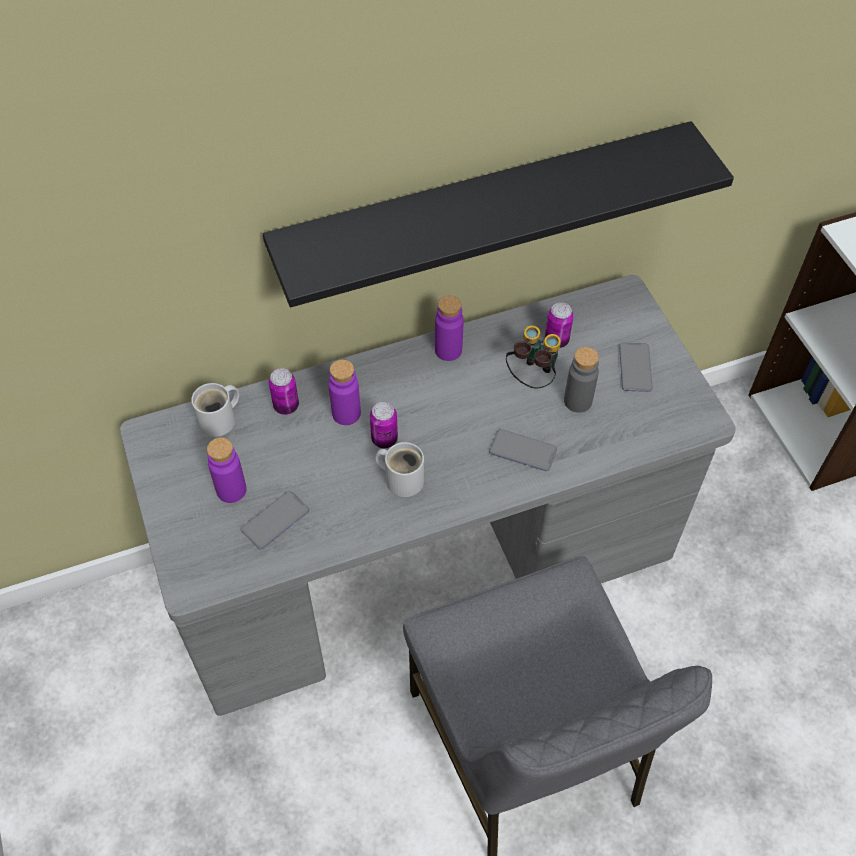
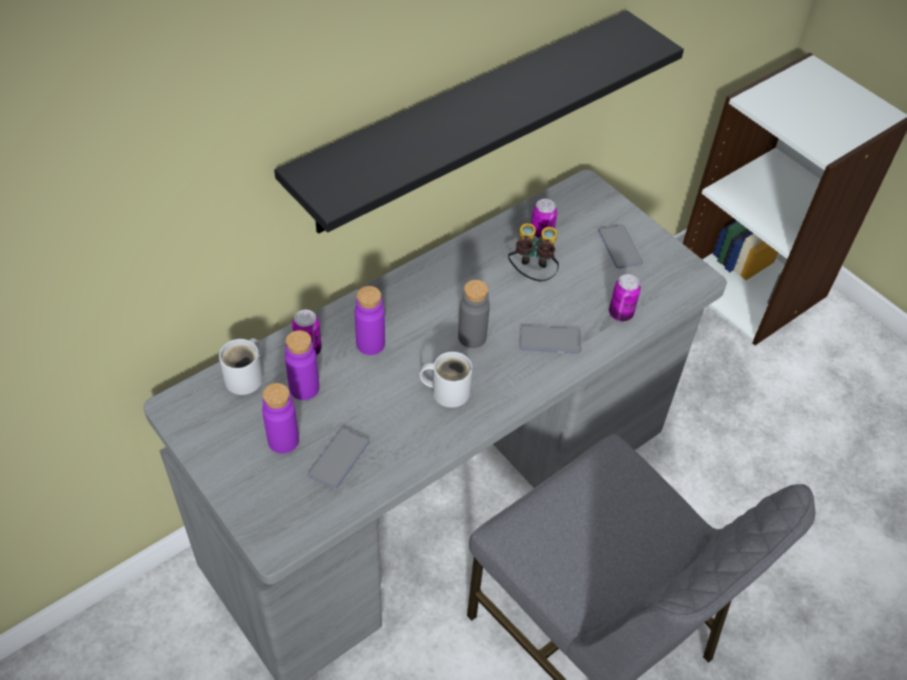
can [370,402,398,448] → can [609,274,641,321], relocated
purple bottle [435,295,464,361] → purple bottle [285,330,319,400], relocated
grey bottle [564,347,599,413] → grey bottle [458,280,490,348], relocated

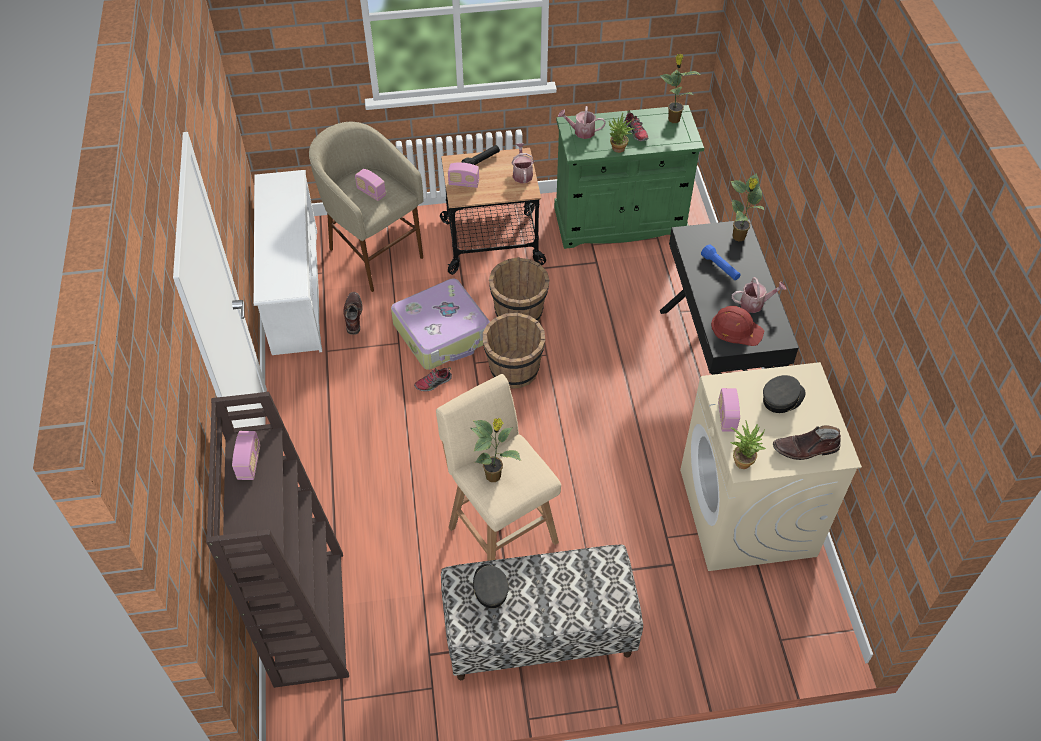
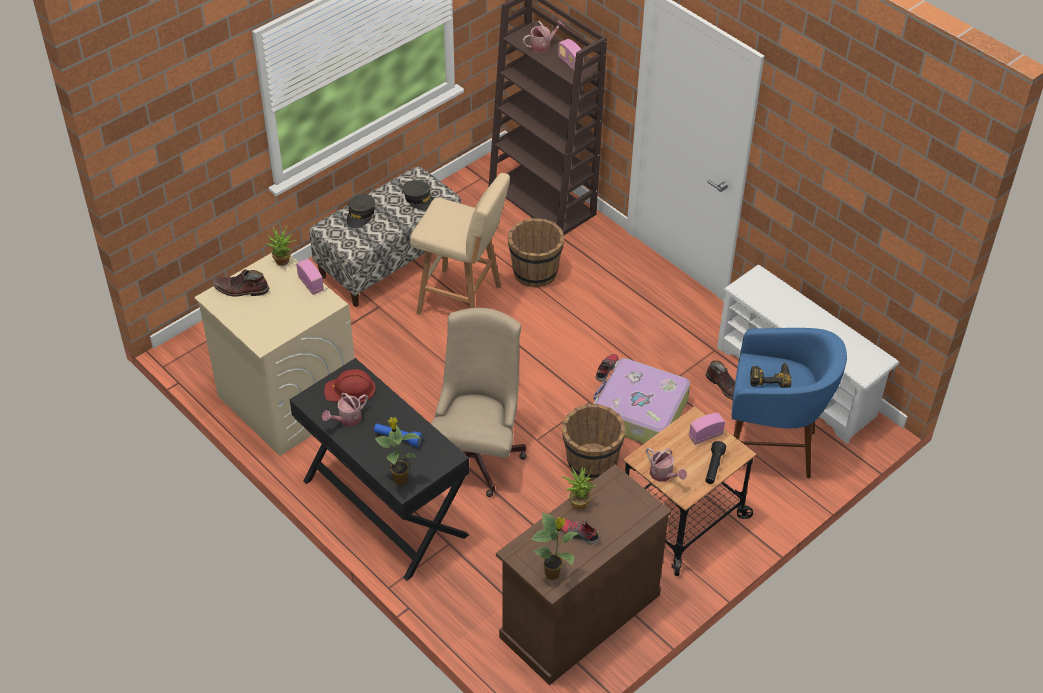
potted plant [471,418,521,482] → -
- → beige office chair [431,308,527,497]
brown bucket [483,313,545,389] → brown bucket [508,218,564,287], relocated
watering can [558,106,606,139] → watering can [523,20,565,53], relocated
grey cap [763,375,806,413] → grey cap [346,194,375,228], relocated
radio [355,169,386,201] → power drill [750,362,792,388]
beige stool [309,122,424,292] → blue stool [732,328,847,479]
green cabinet [554,105,704,249] → brown cabinet [496,464,672,685]
brown boot [773,425,841,460] → brown boot [212,269,269,297], 135 degrees counterclockwise

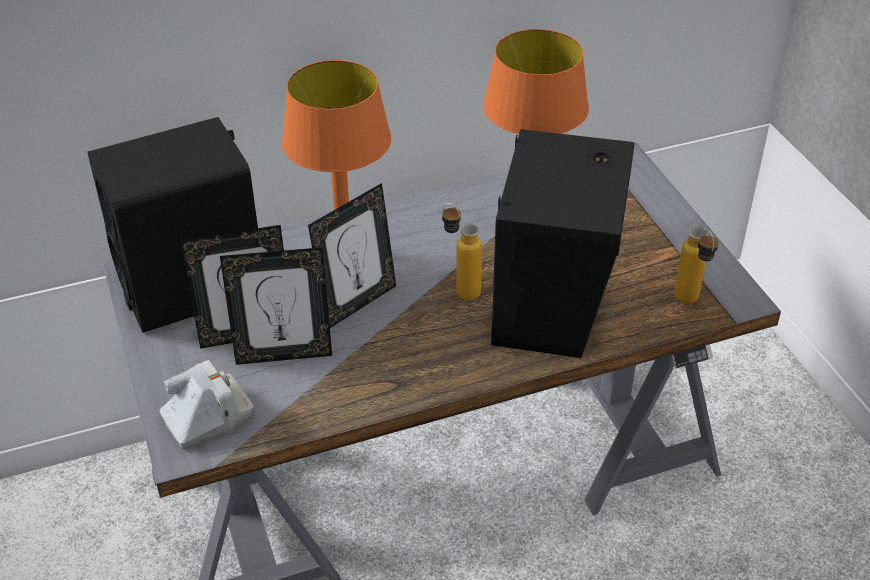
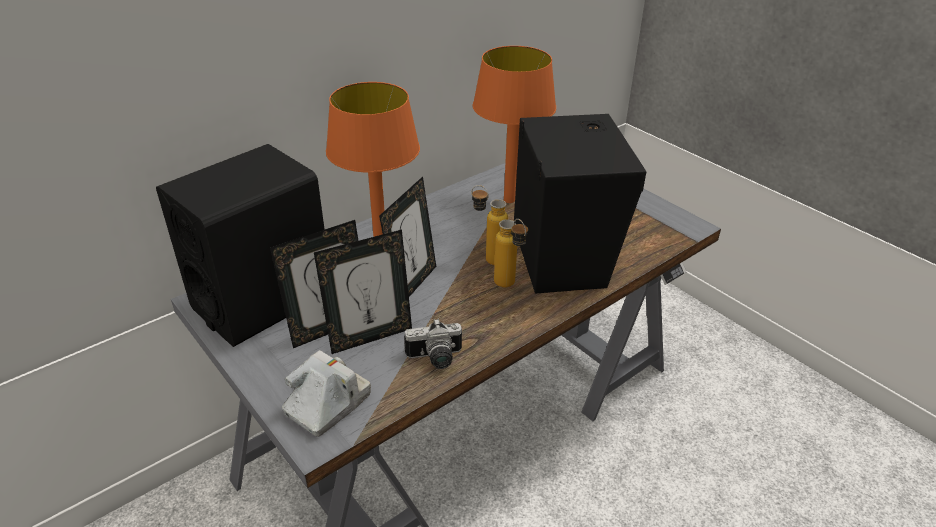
- → photo camera [404,318,462,369]
bottle [674,226,719,303] → bottle [494,219,528,288], relocated

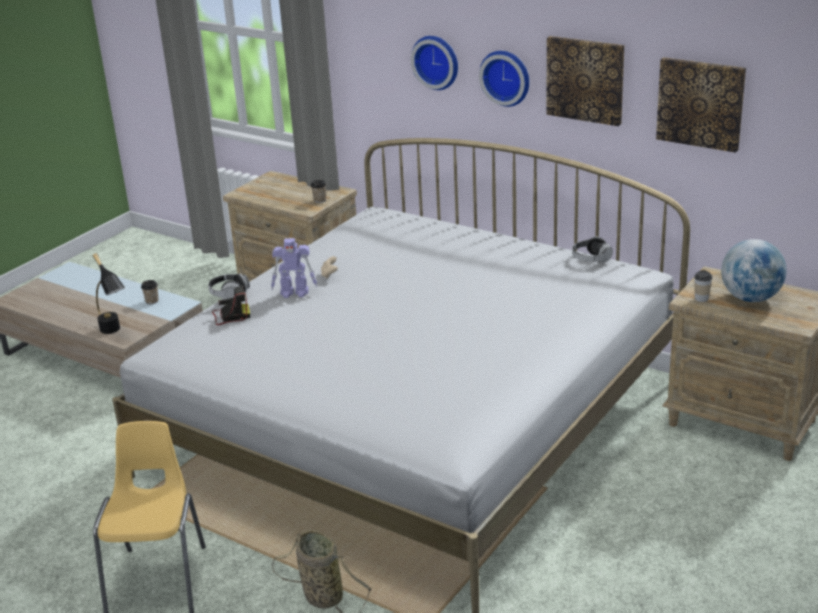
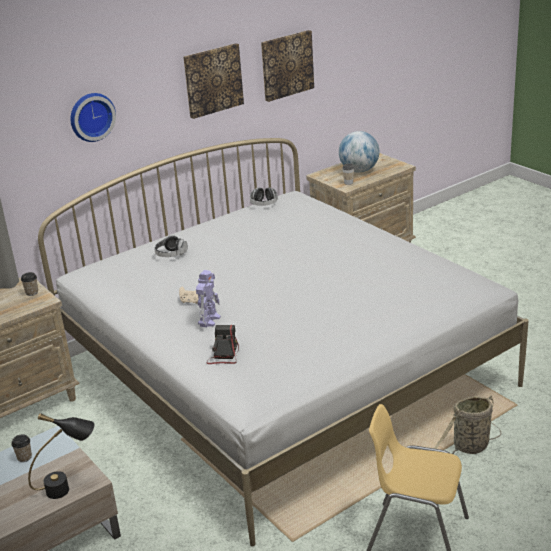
wall clock [479,51,529,107] → -
headphones [208,274,250,299] → headphones [154,235,187,257], relocated

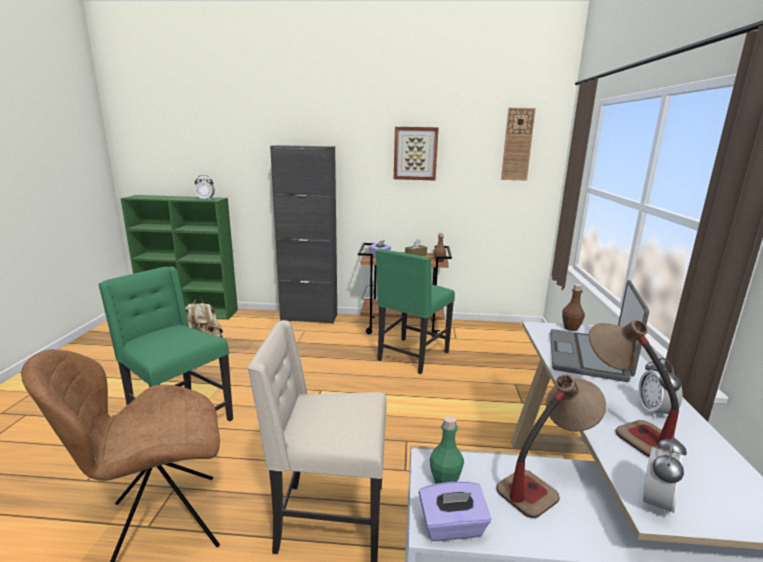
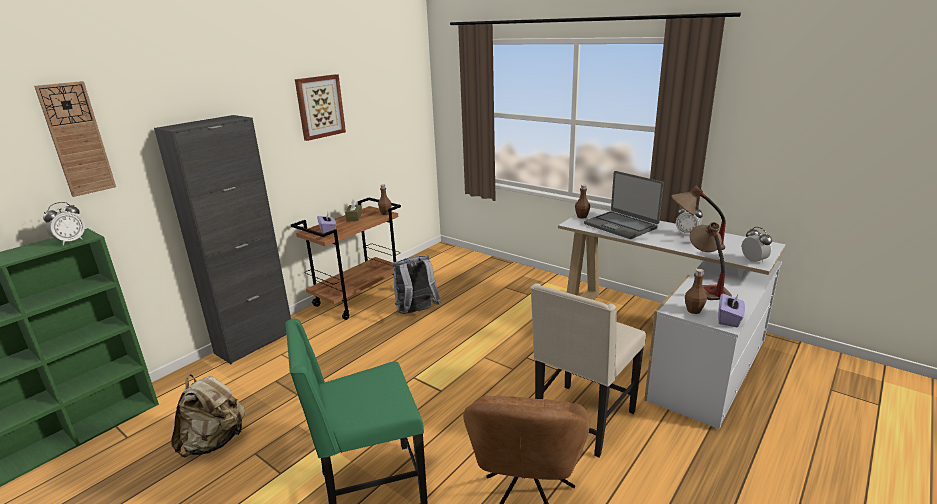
wall clock [501,108,536,181] → wall clock [34,81,116,197], relocated
green chair [376,249,455,374] → grey backpack [392,255,441,314]
green bottle [429,415,464,484] → brown bottle [685,269,707,314]

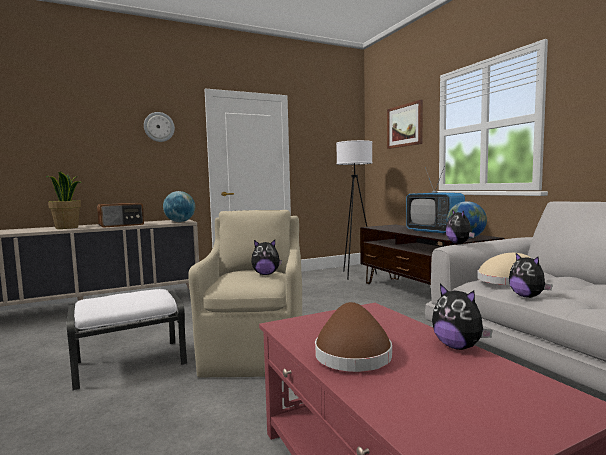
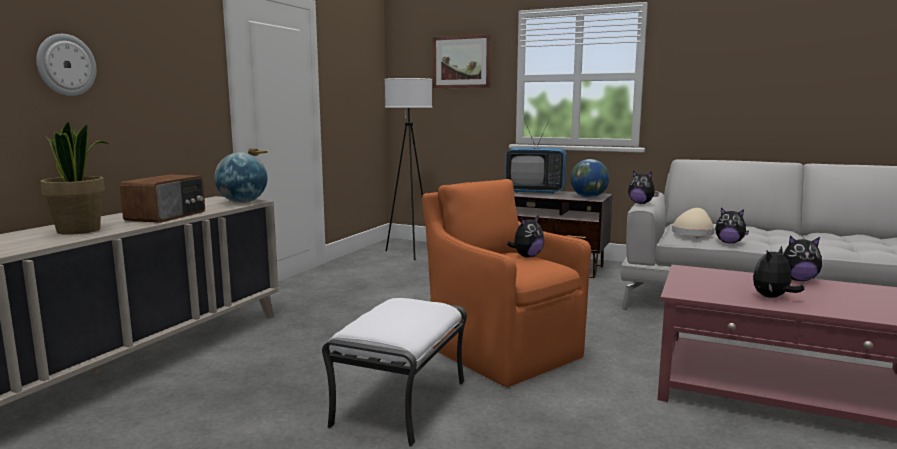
wall clock [144,112,175,142] → wall clock [36,34,96,96], relocated
brown hat [315,302,392,372] → plush toy [753,246,805,298]
beige armchair [188,210,302,378] → orange armchair [422,179,591,387]

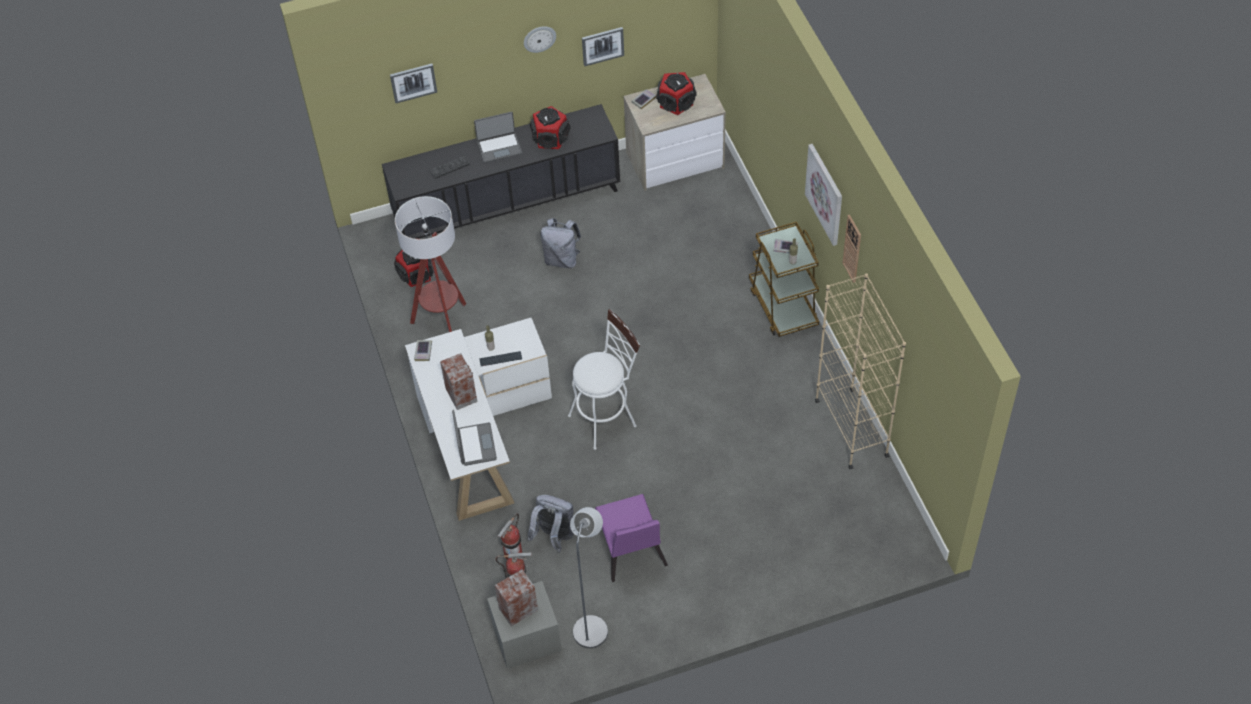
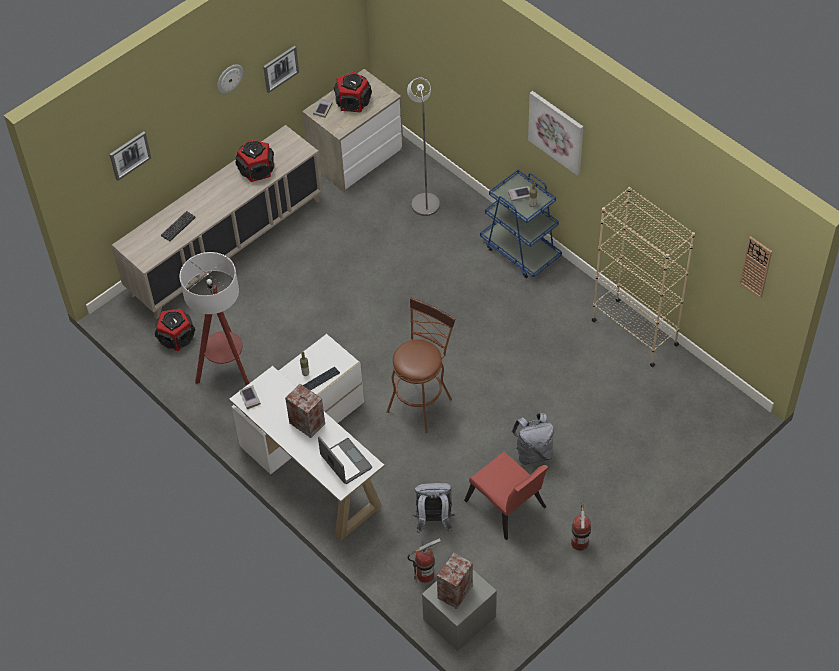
laptop [474,112,522,163] → -
fire extinguisher [498,513,522,559] → fire extinguisher [571,502,591,551], relocated
grey backpack [541,218,581,268] → grey backpack [512,413,554,465], relocated
grey floor lamp [570,507,608,648] → grey floor lamp [407,78,440,216], relocated
wall clock [842,215,861,283] → wall clock [740,236,772,298], relocated
black cabinet [382,104,620,239] → beige cabinet [112,125,323,319]
white stool [568,309,640,450] → brown stool [387,298,455,433]
purple chair [595,494,668,582] → red chair [464,451,548,540]
brown cart [749,222,819,337] → blue cart [480,169,562,278]

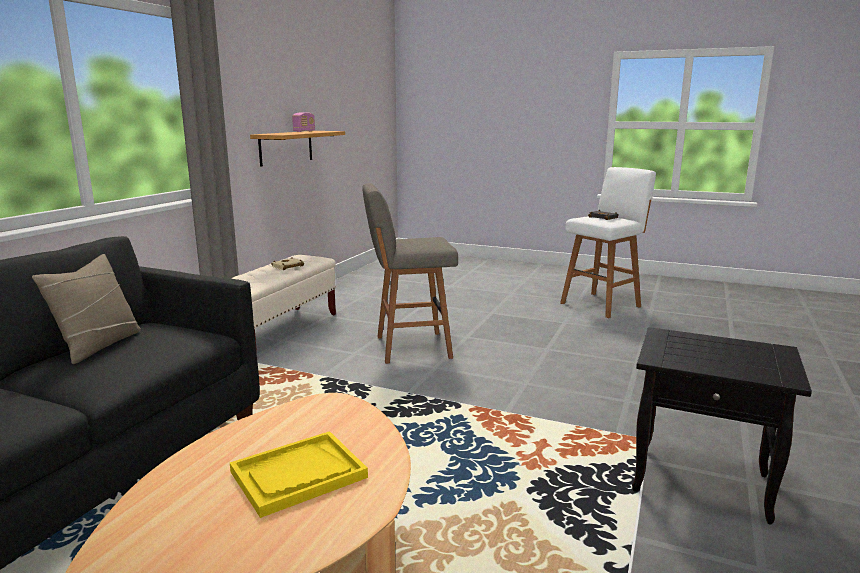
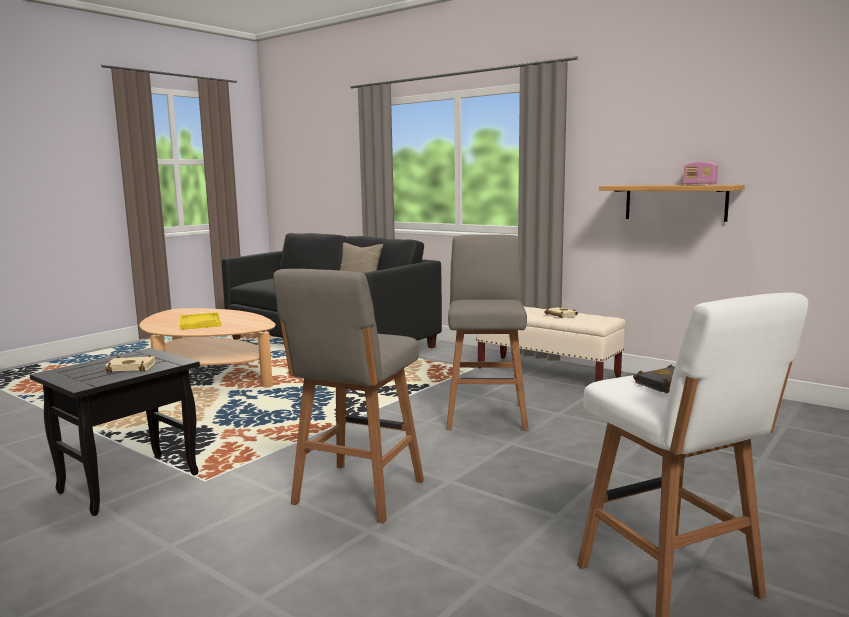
- → beige book [105,355,155,373]
- → grey stool [273,269,424,524]

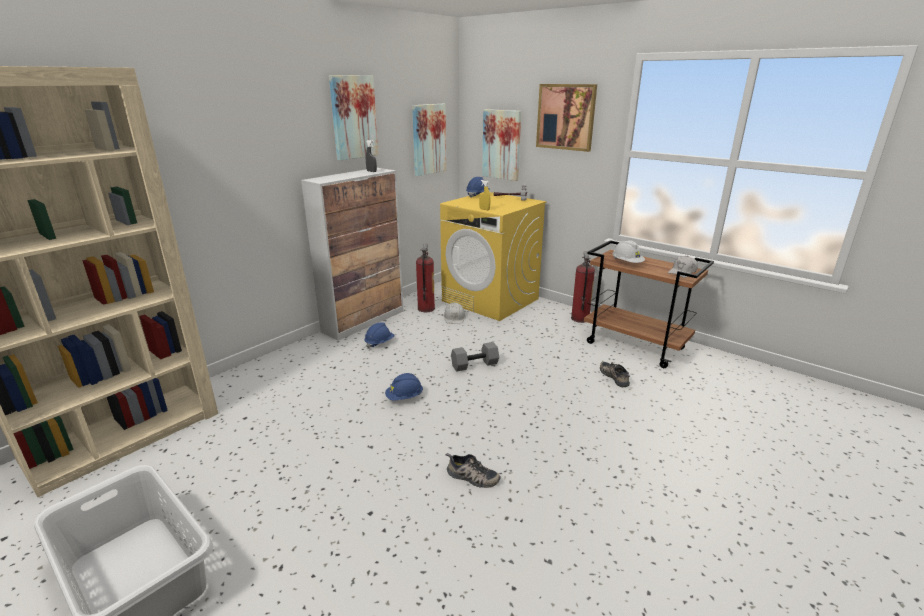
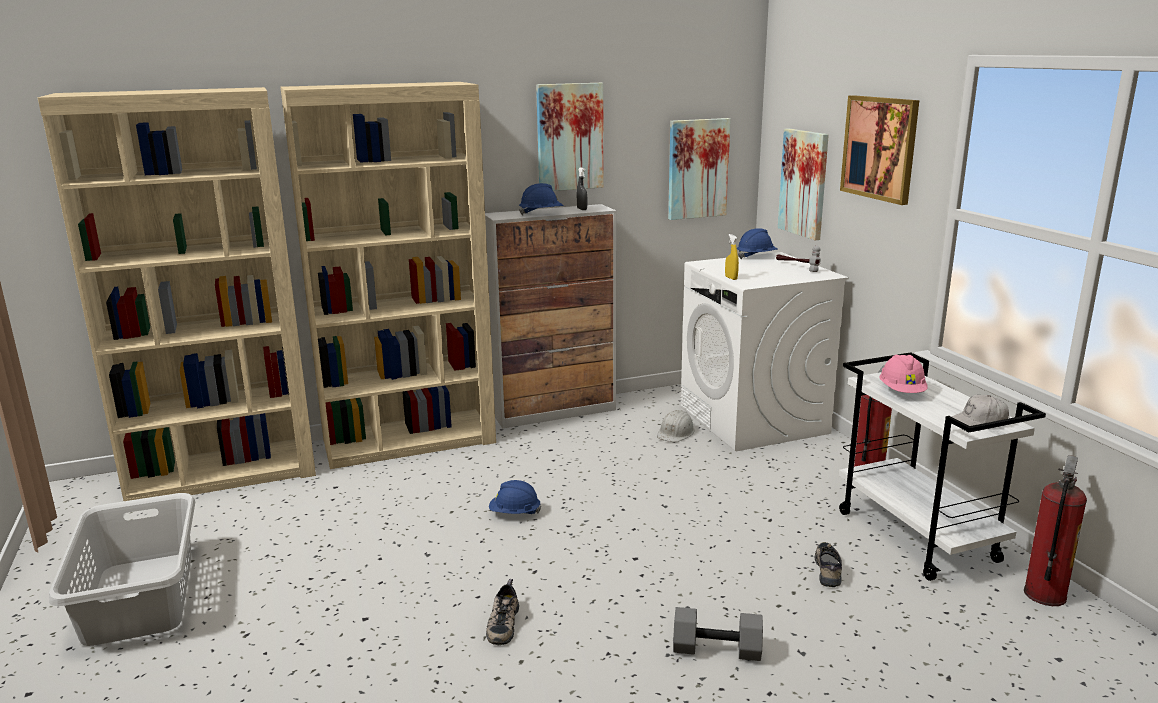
- → beige bookcase [280,82,496,469]
blue hard hat [365,323,395,348] → blue hard hat [519,183,564,216], relocated
fire extinguisher [416,244,435,312] → fire extinguisher [1024,456,1087,606], relocated
grey dumbbell [451,342,499,372] → grey dumbbell [673,607,763,661], relocated
yellow washing machine [440,192,546,321] → white washing machine [681,252,849,451]
brown cart [584,240,714,368] → white cart [839,352,1046,581]
white hard hat [612,240,645,263] → pink hard hat [879,355,927,393]
shoe [446,453,500,488] → shoe [486,579,519,645], 45 degrees clockwise

